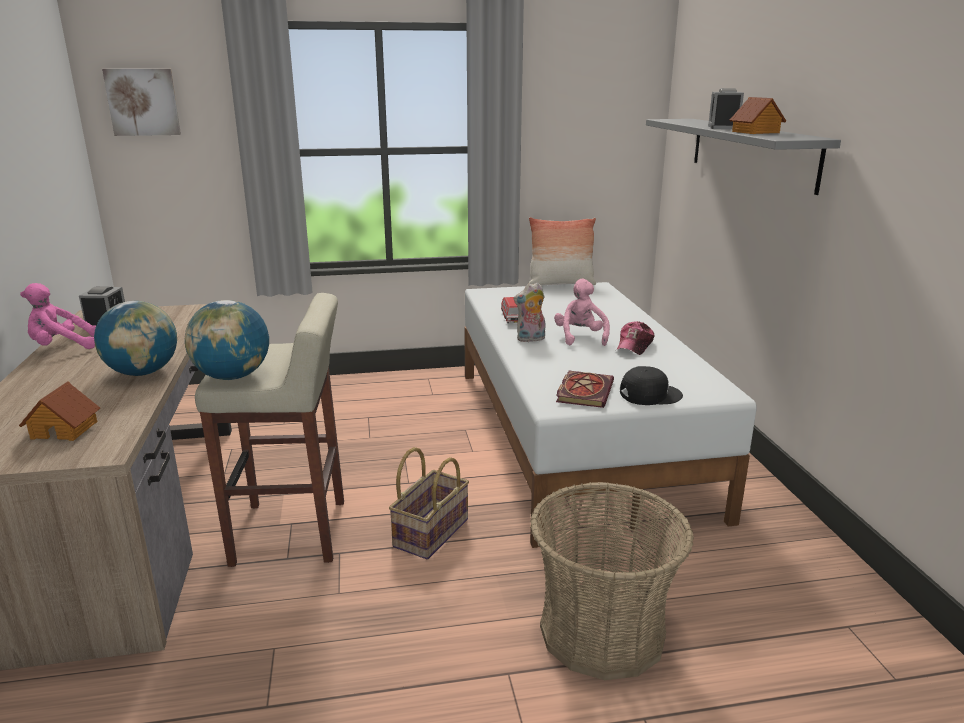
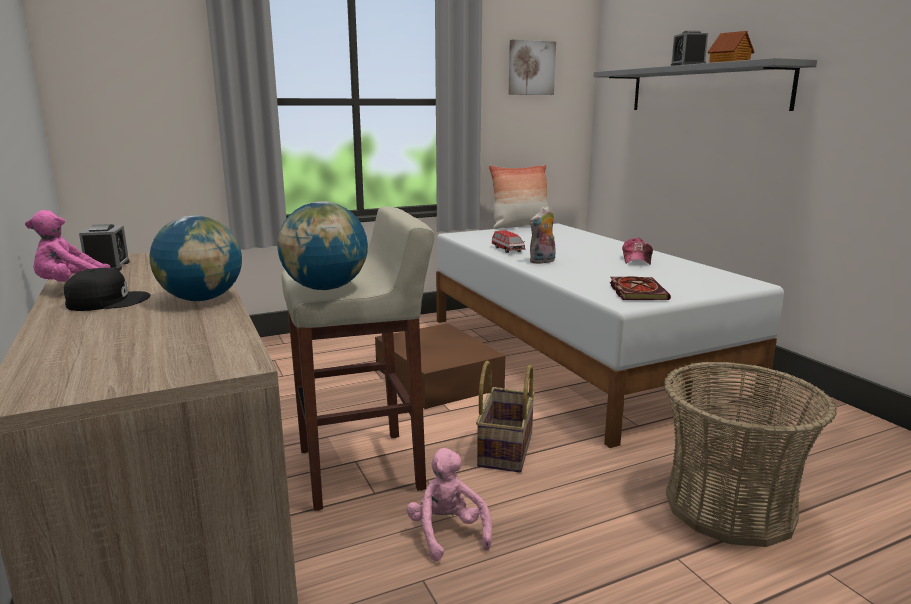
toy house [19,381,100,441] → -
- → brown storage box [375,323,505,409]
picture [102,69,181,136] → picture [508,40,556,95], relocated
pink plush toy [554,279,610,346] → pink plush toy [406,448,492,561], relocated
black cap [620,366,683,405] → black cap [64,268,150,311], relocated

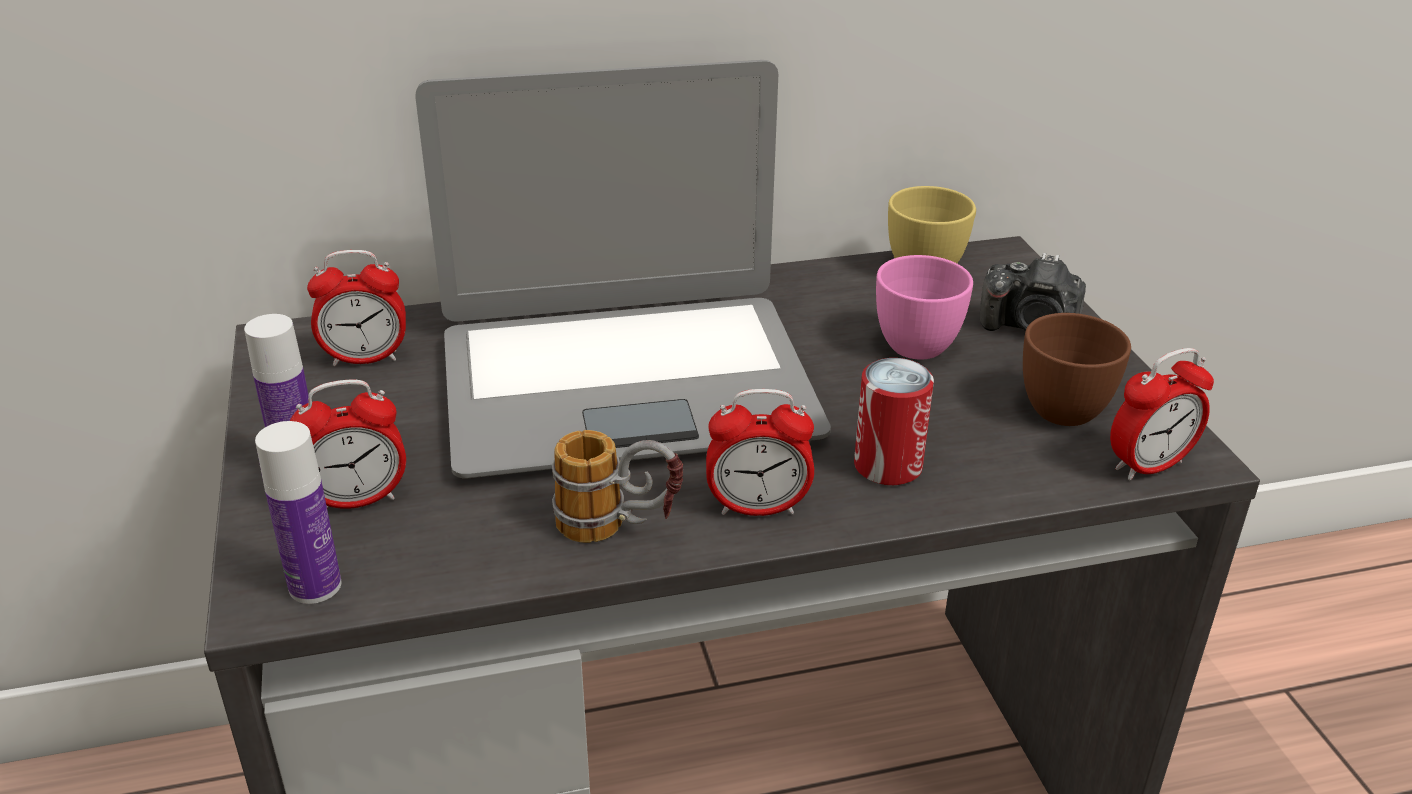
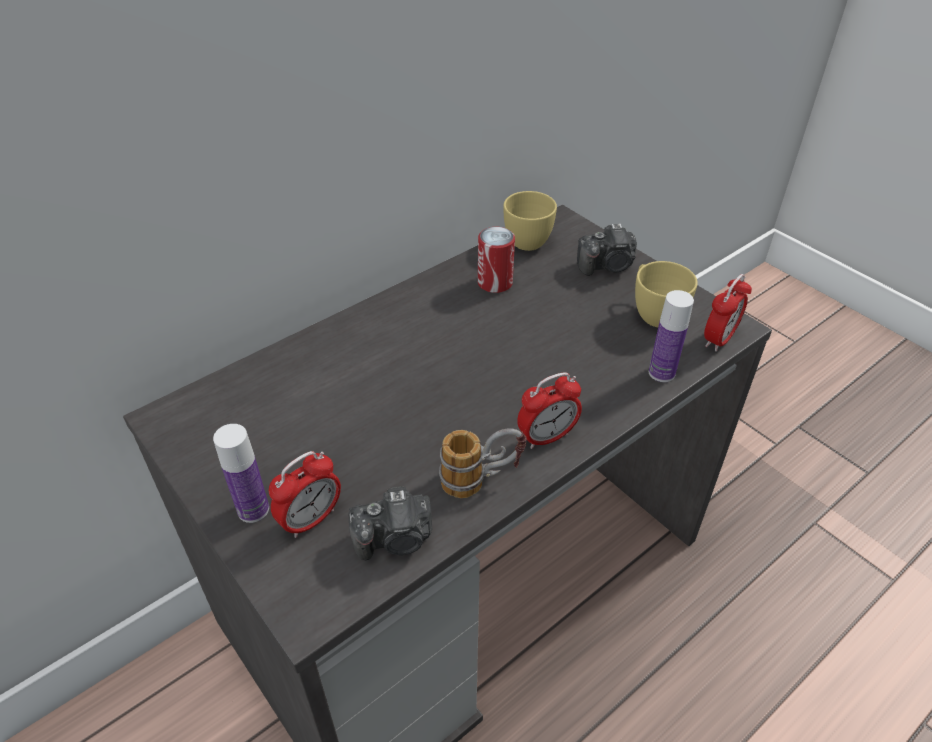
alarm clock [307,250,406,366] → -
laptop [415,60,831,478] → -
pink cup [876,255,973,360] → -
- → photo camera [349,486,432,560]
bottle [255,421,341,604] → bottle [649,290,694,382], relocated
can [854,358,934,485] → can [478,227,515,293], relocated
brown cup [1023,313,1131,426] → yellow cup [635,261,698,327]

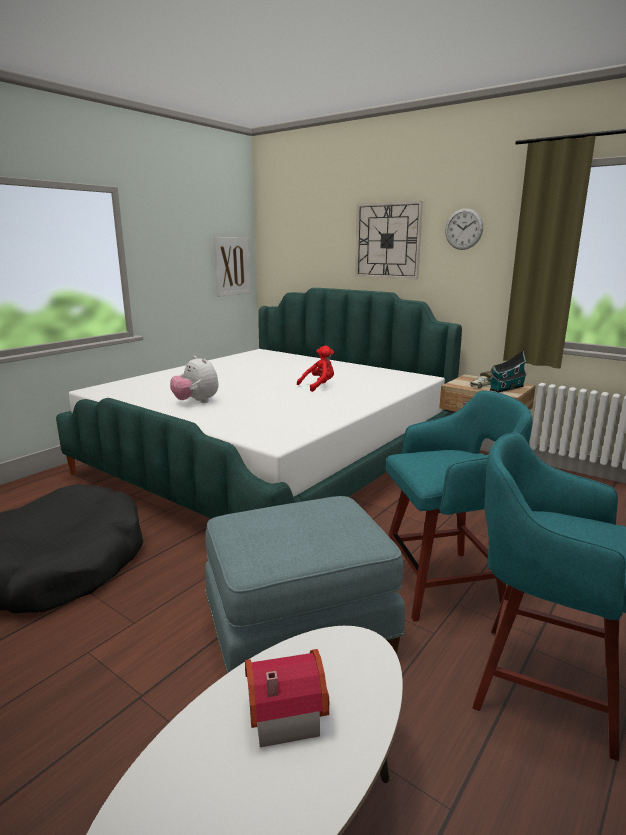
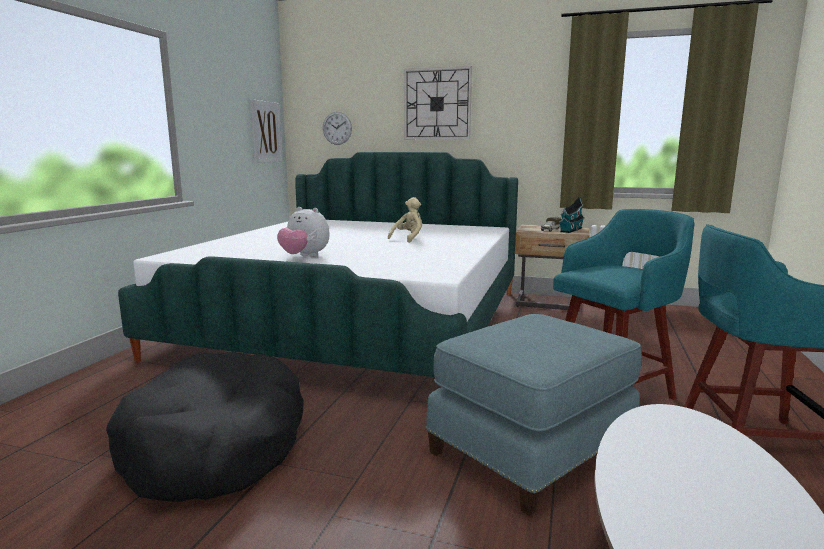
toy house [245,649,329,747] → -
wall clock [445,208,483,250] → wall clock [323,112,352,145], relocated
red plush toy [297,345,334,392] → beige plush toy [388,197,422,243]

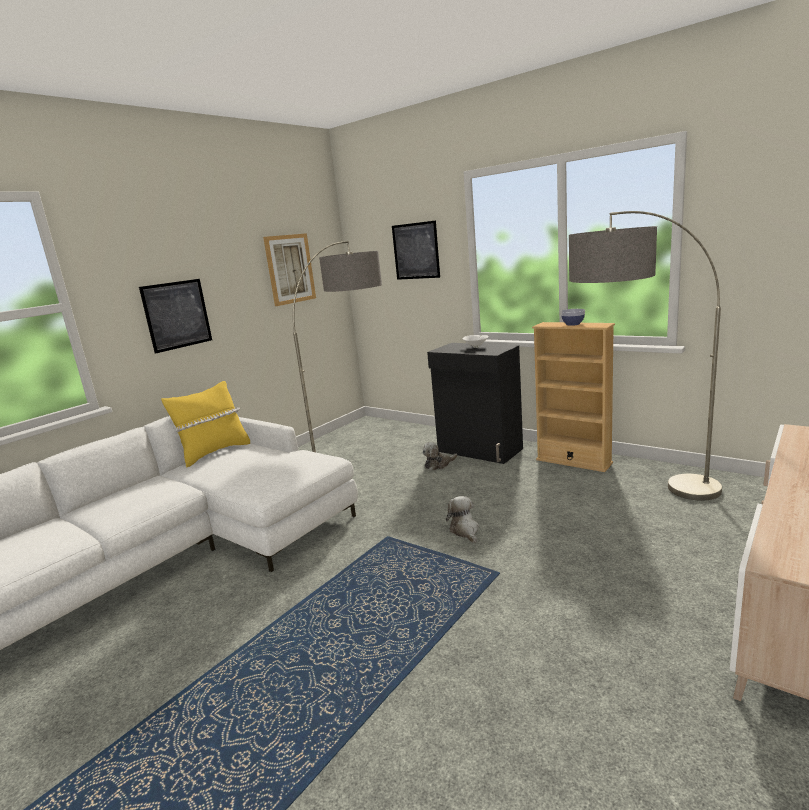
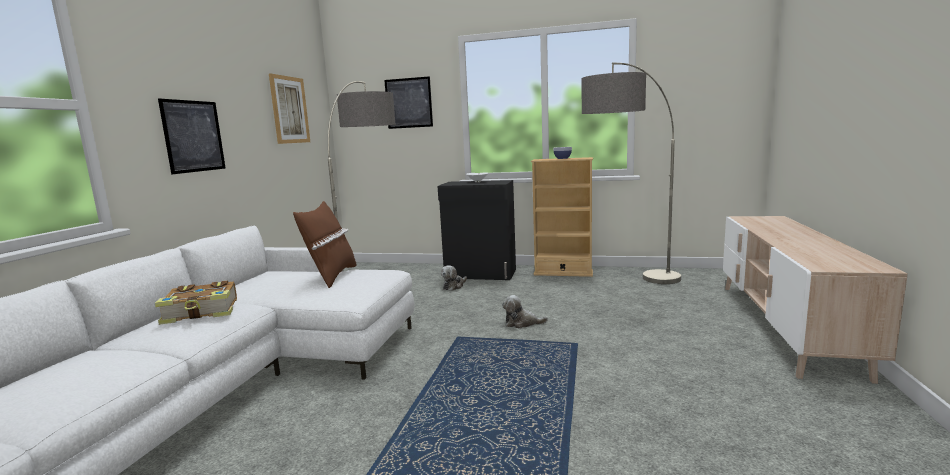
yellow pillow [161,381,250,467] → -
- → book [155,281,237,325]
- → brown pillow [293,201,357,288]
plush toy [446,496,479,543] → plush toy [502,295,548,328], 45 degrees counterclockwise

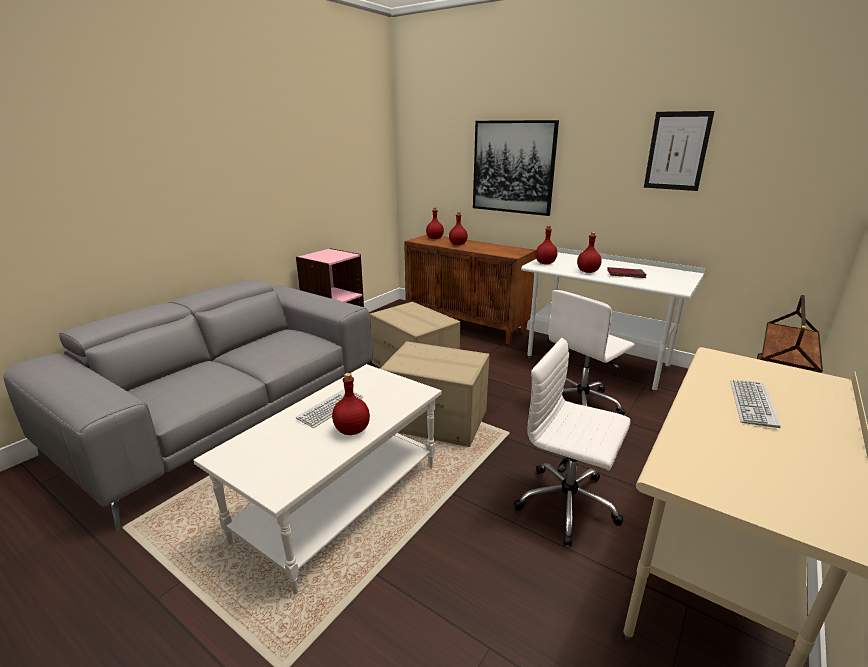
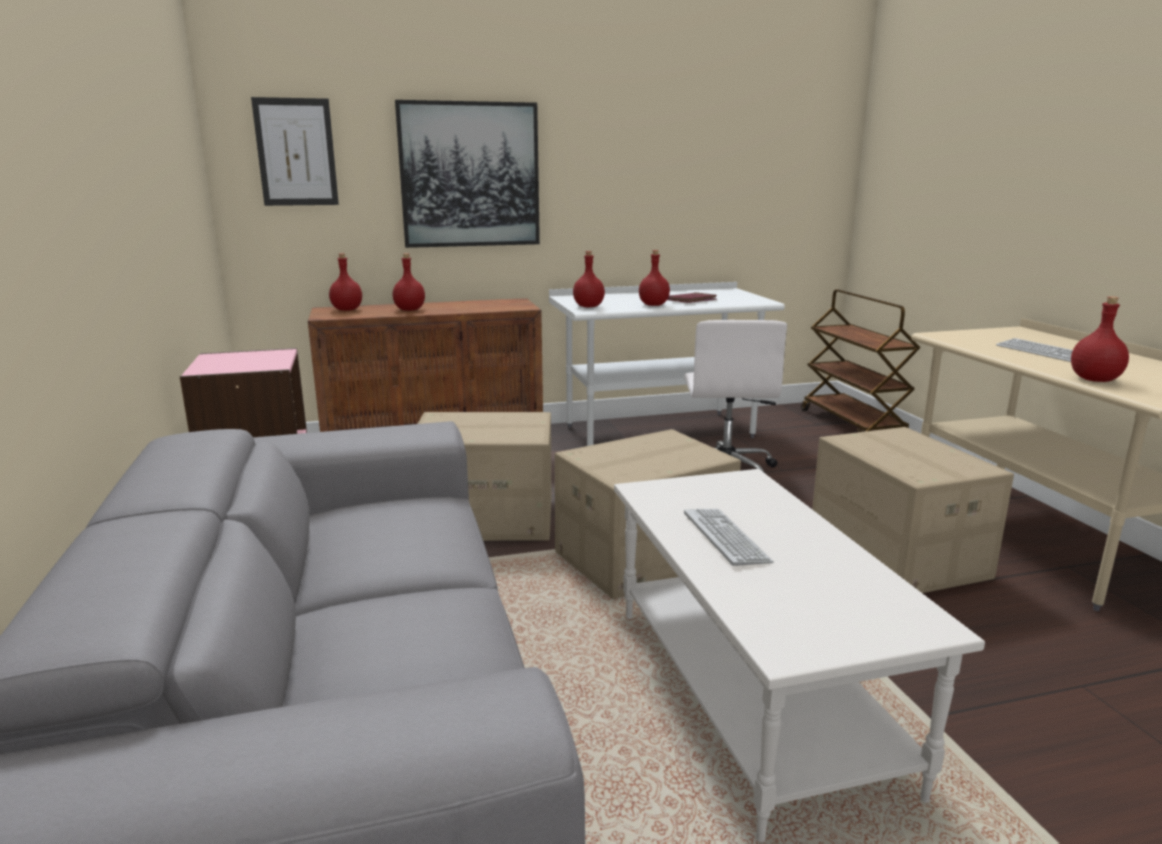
red bottle [332,373,370,435] → red bottle [1071,296,1129,382], relocated
picture [644,111,715,191] → picture [251,97,339,206], relocated
white office chair [514,338,631,547] → cardboard box [812,427,1014,593]

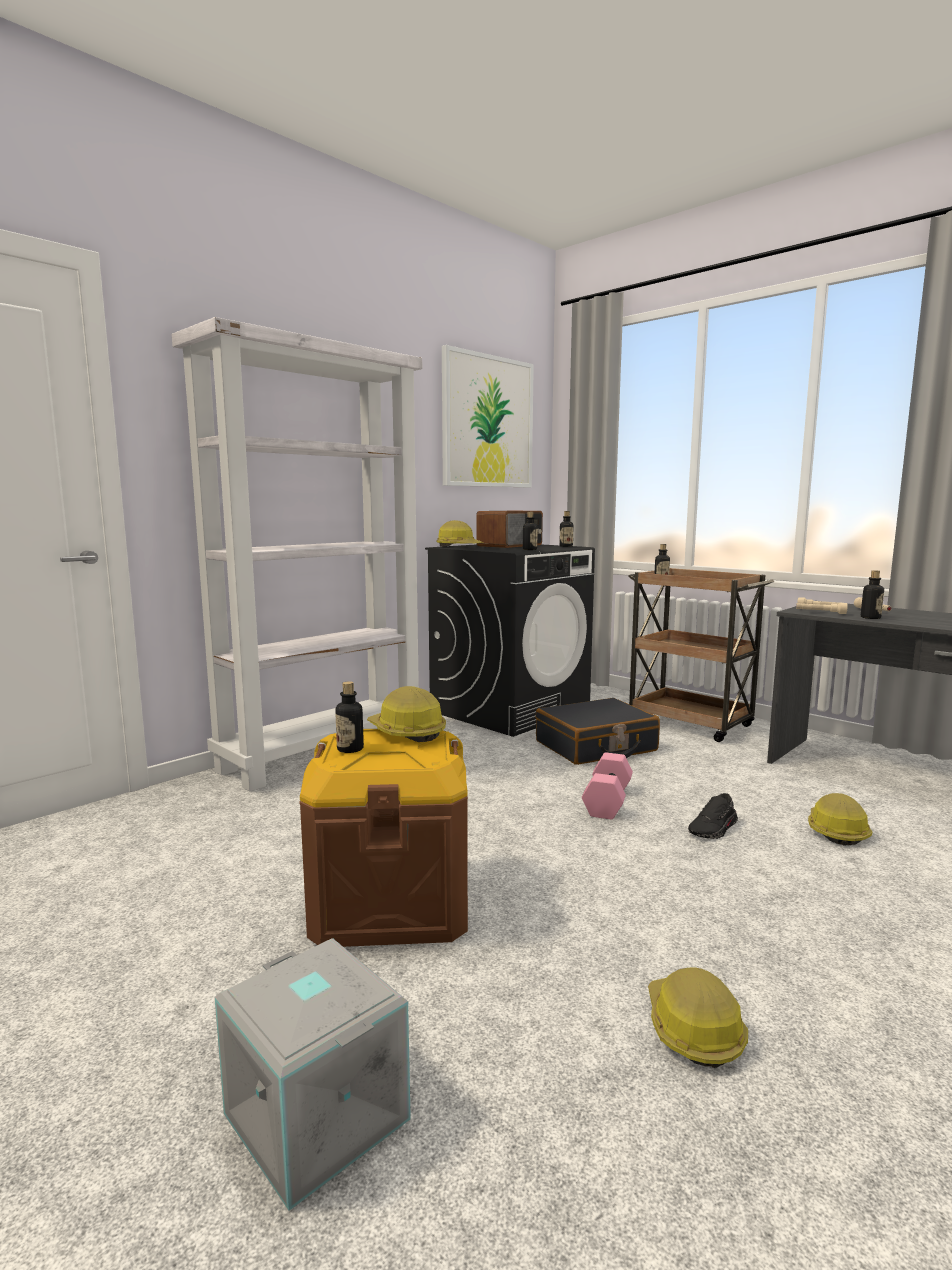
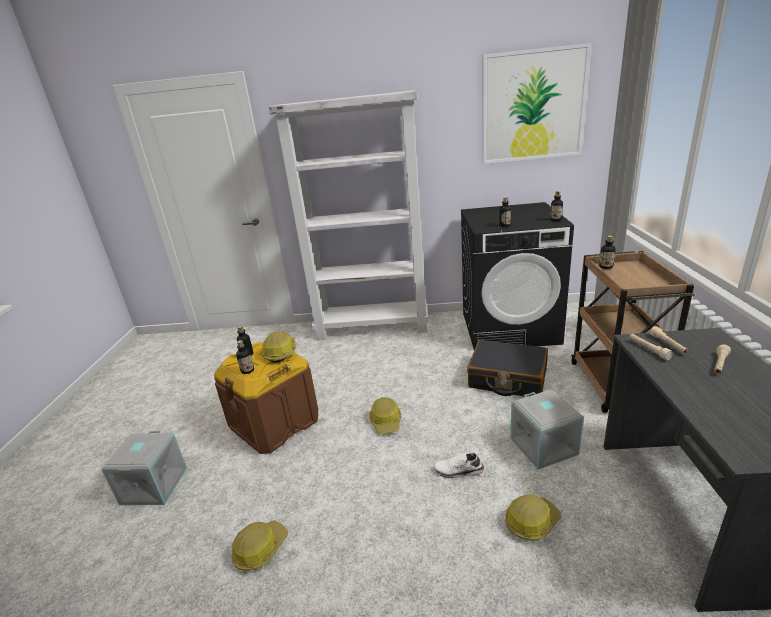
radio [476,511,543,548] → -
pink dumbbell [582,752,633,820] → -
- → grey storage box [510,389,584,470]
hard hat [437,520,484,547] → hard hat [369,397,401,434], relocated
bottle [861,570,884,619] → bottle [236,340,254,374], relocated
black shoe [688,793,738,839] → white shoe [434,452,485,479]

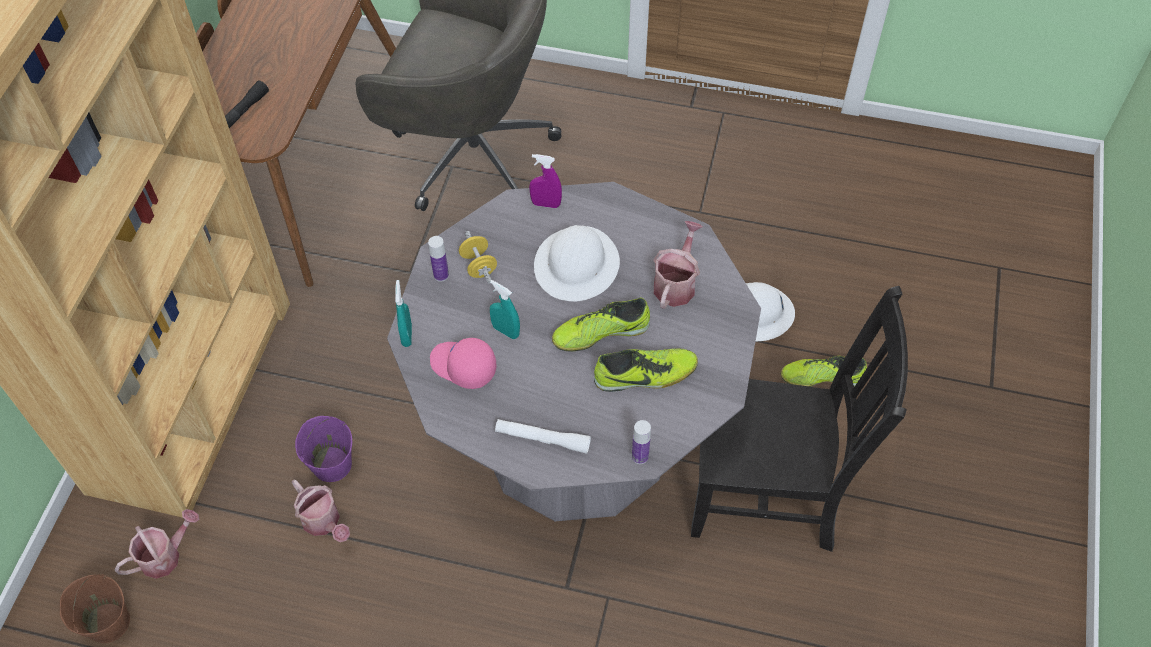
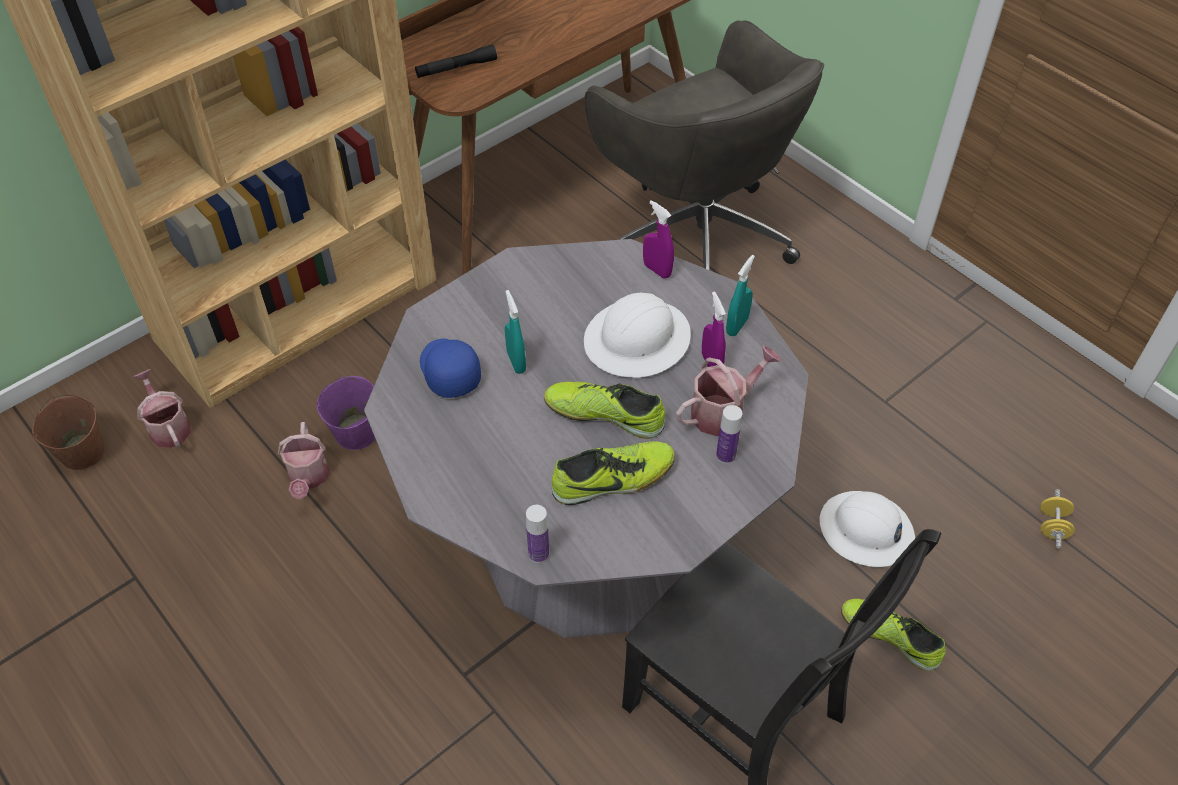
white flashlight [495,419,591,454] → -
- → purple spray bottle [702,291,726,367]
turquoise spray bottle [395,280,412,347] → turquoise spray bottle [726,255,755,336], relocated
bottle [428,236,449,282] → bottle [716,405,743,464], relocated
yellow dumbbell [459,231,497,283] → yellow dumbbell [1040,489,1075,548], relocated
pink cap [430,338,497,389] → blue cap [420,338,481,398]
watering can [115,509,200,579] → watering can [133,369,191,448], 120 degrees counterclockwise
shoe [594,348,698,392] → shoe [552,441,675,505], 45 degrees counterclockwise

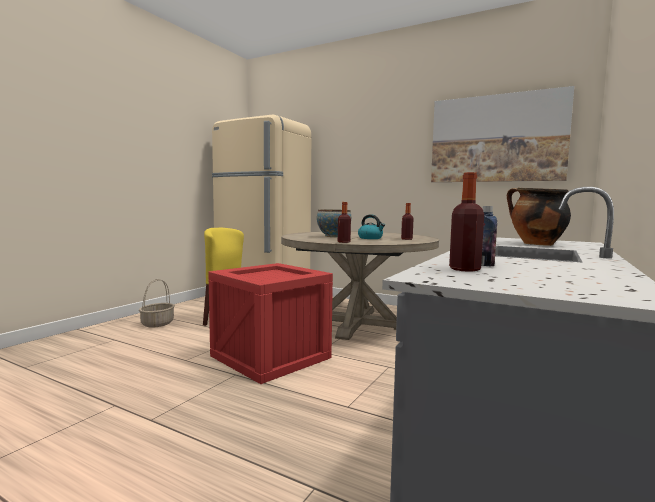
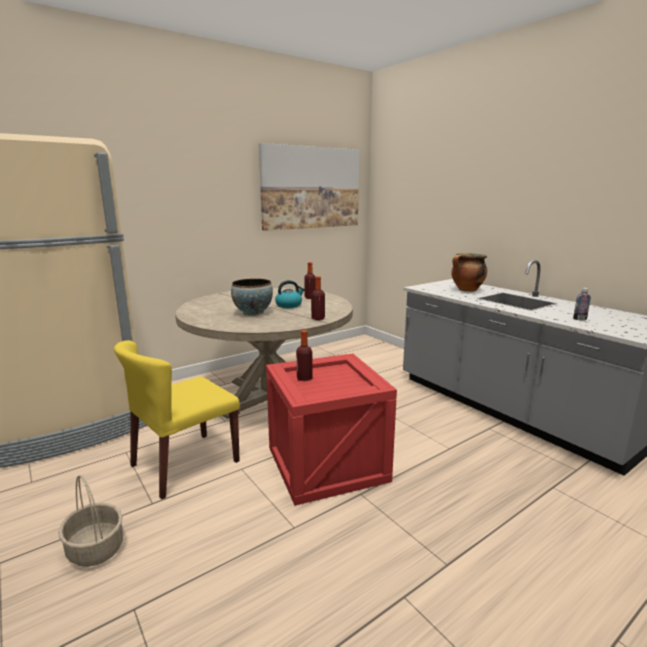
bottle [449,172,484,272] → bottle [296,330,313,381], relocated

